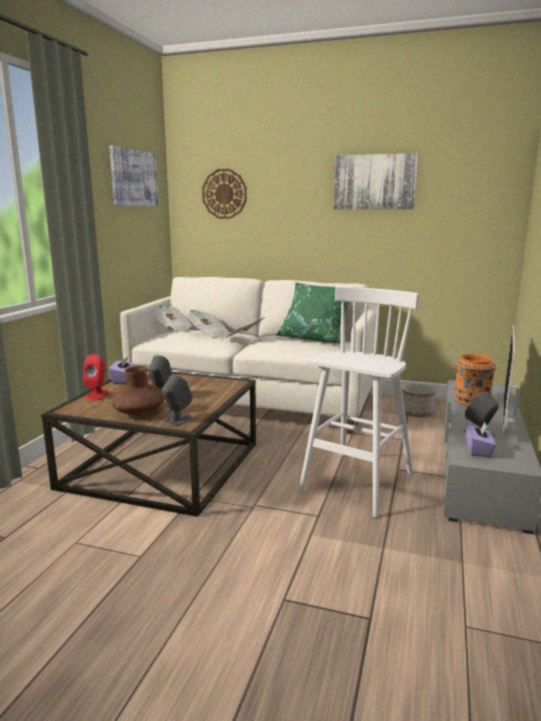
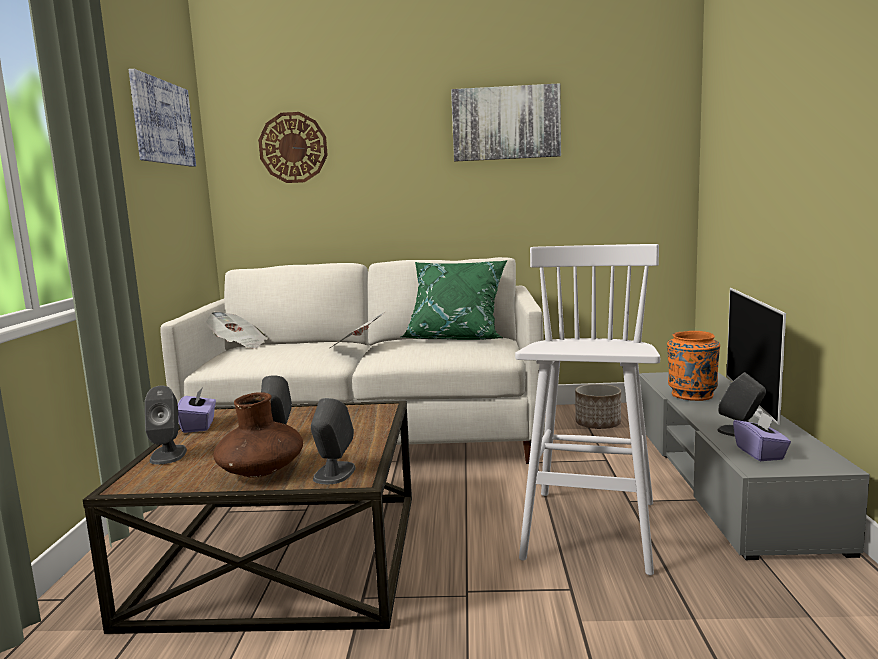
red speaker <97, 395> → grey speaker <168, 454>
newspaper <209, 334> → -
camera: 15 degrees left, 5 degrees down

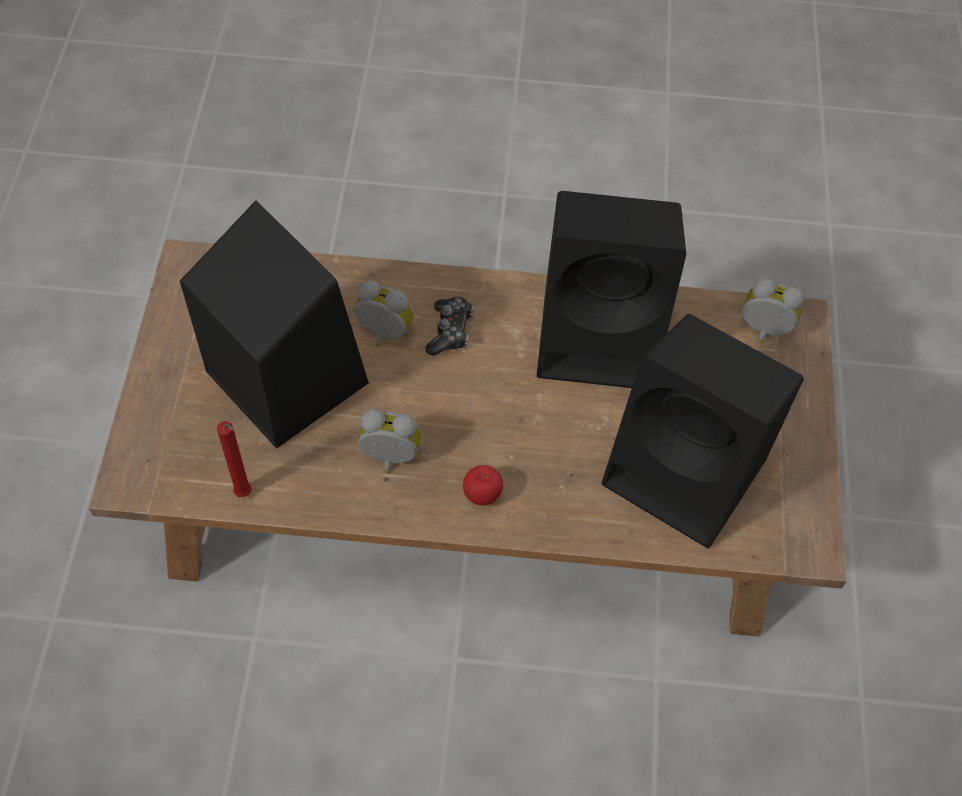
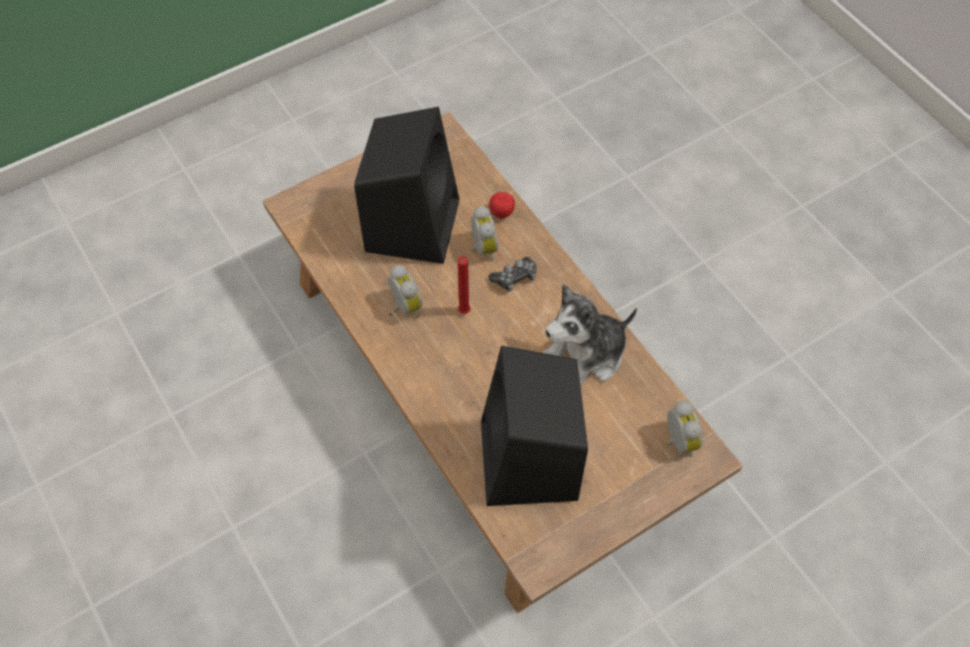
red candle <245, 495> → red candle <463, 313>, shifted
apple <482, 495> → apple <502, 213>, shifted
black speaker <602, 336> → plush toy <586, 356>
camera: 55 degrees right, 0 degrees up

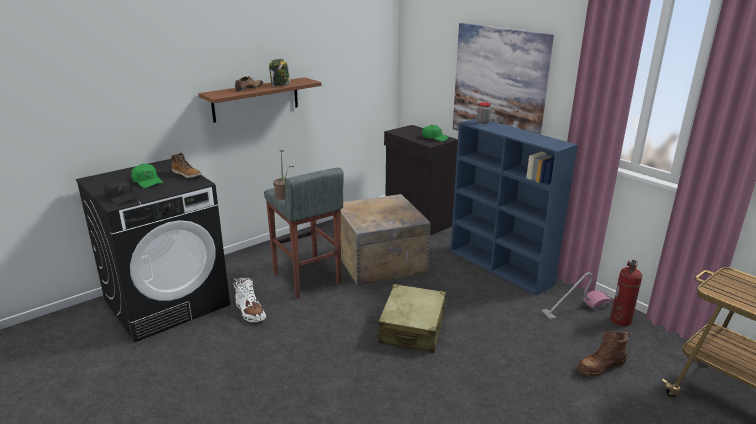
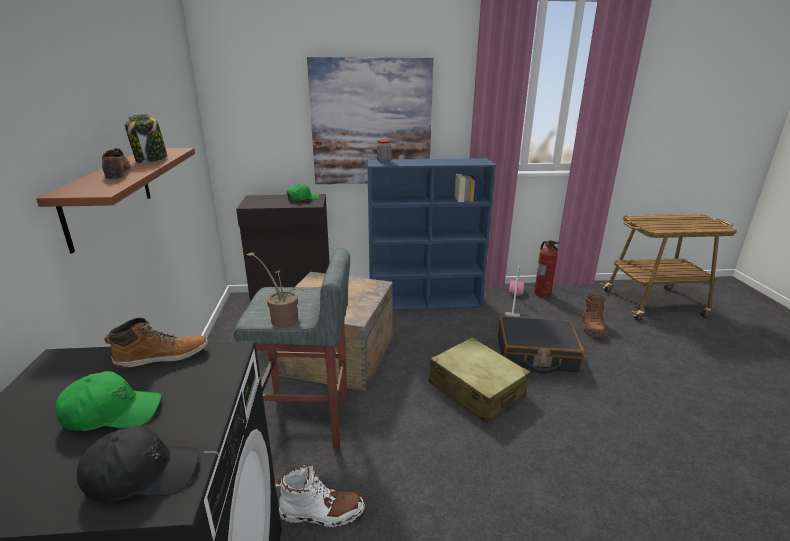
- → black suitcase <536, 355>
camera: 55 degrees left, 0 degrees up

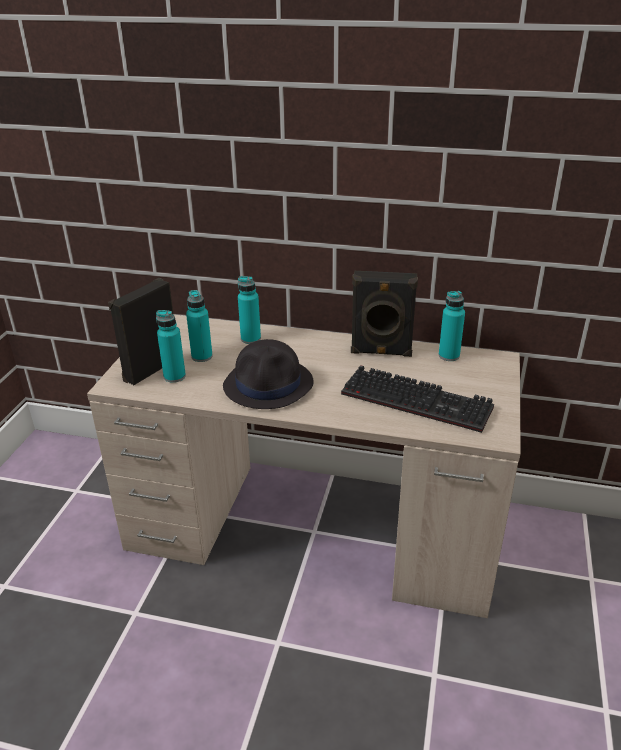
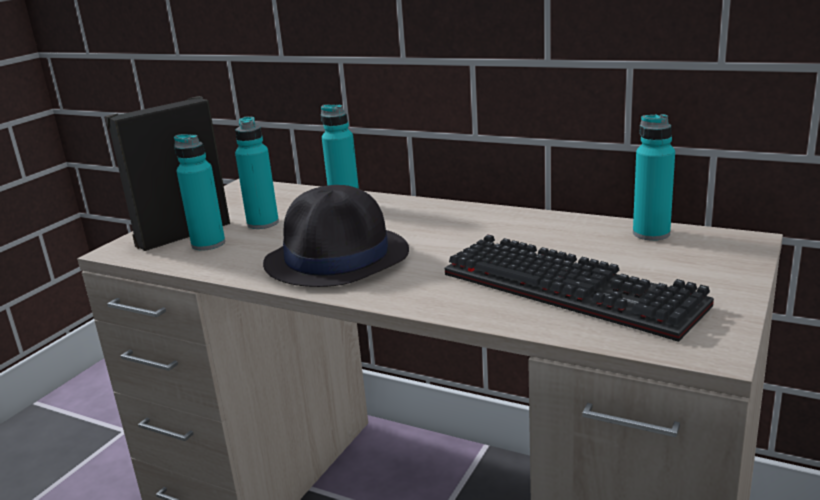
black speaker <381, 352> → -
camera: 15 degrees right, 10 degrees down

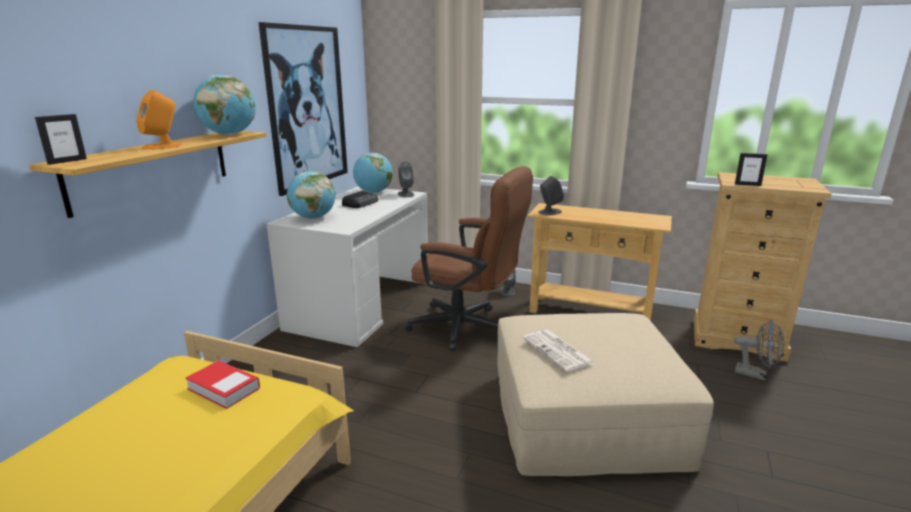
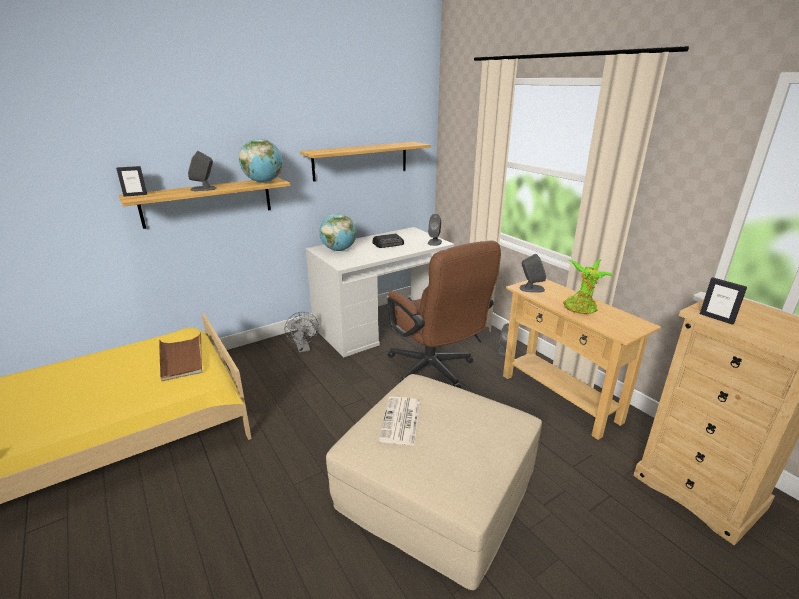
orange speaker <162, 146> → grey speaker <204, 189>
book <224, 388> → brown tray <182, 359>
picture <307, 108> → shelf <361, 161>
globe <374, 192> → -
grey fan <756, 374> → grey fan <303, 348>, shifted
- → potted plant <581, 309>
camera: 35 degrees right, 5 degrees up

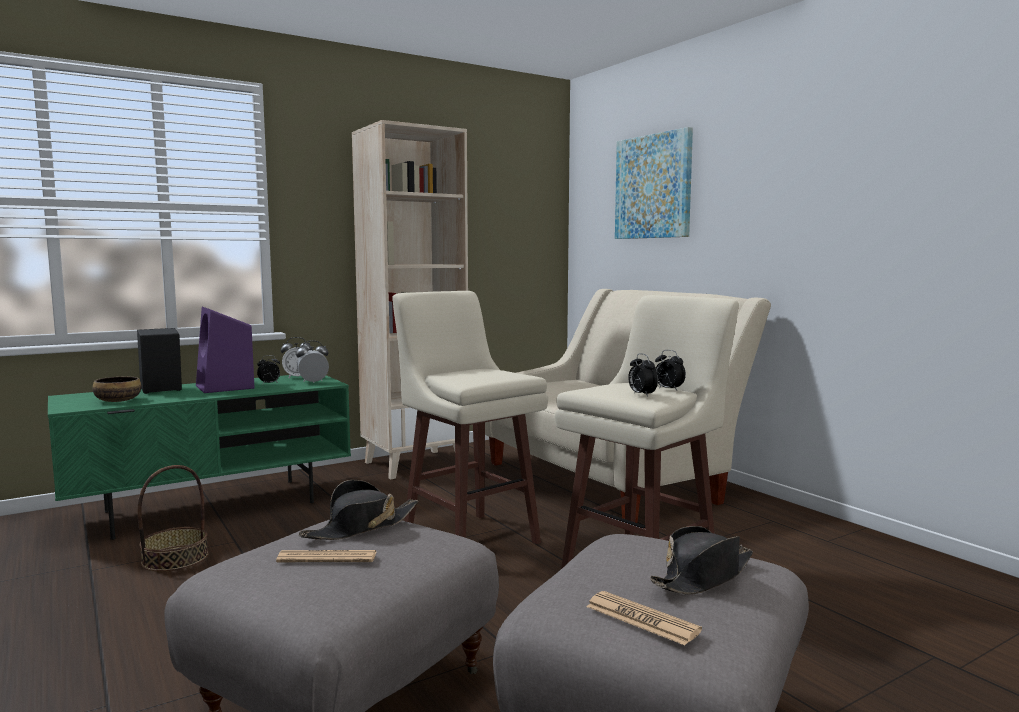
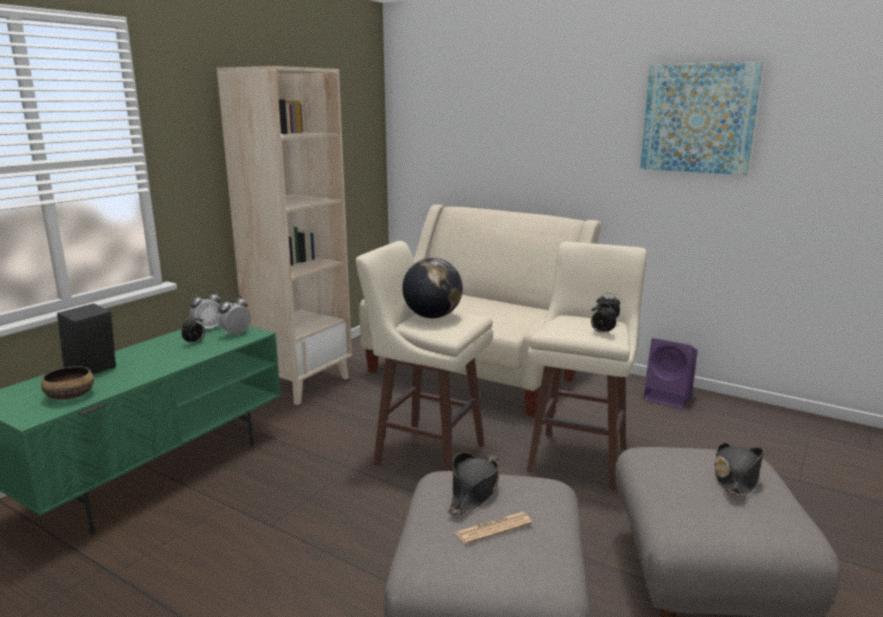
basket <175, 558> → -
purple speaker <225, 387> → purple speaker <669, 397>, shifted
newspaper <642, 619> → -
picture <653, 187> → picture <698, 118>, shifted
- → globe <432, 316>
camera: 25 degrees left, 10 degrees up

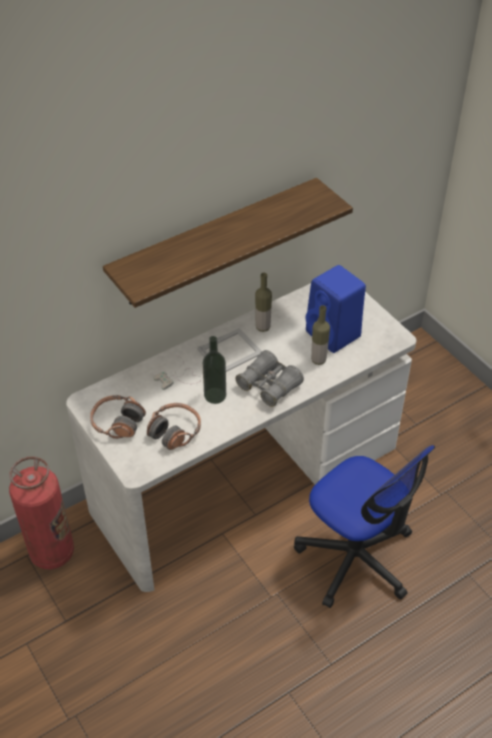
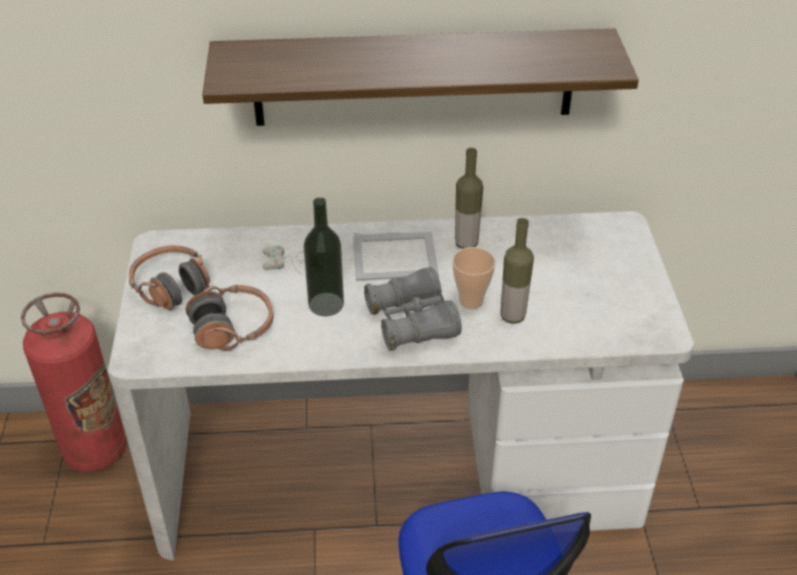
blue speaker <334, 335> → -
- → cup <471, 301>
camera: 30 degrees right, 5 degrees down

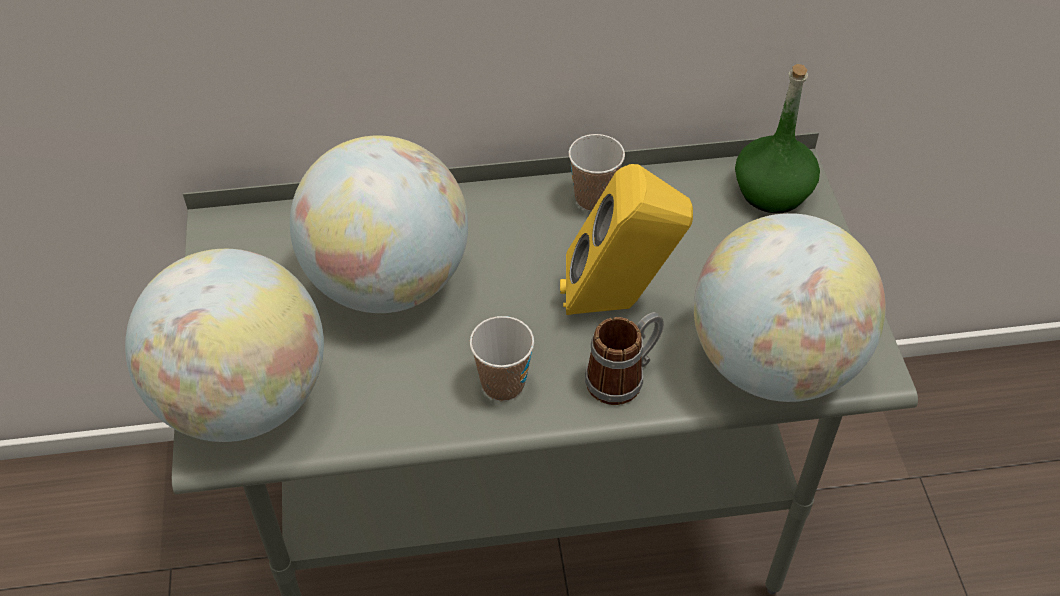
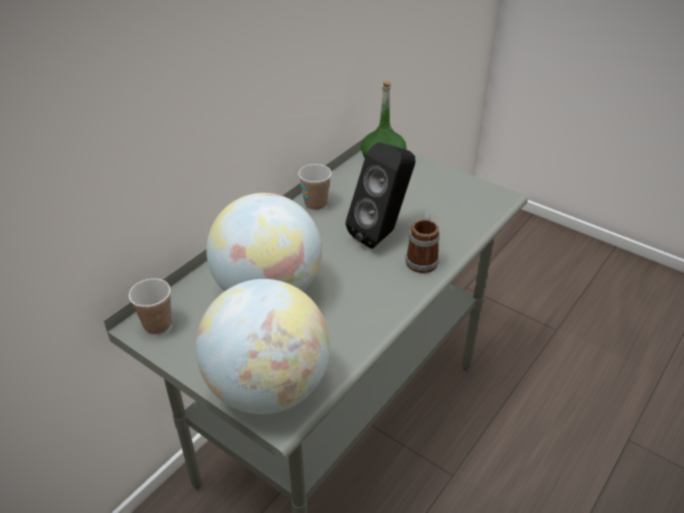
cup <503, 384> → cup <157, 325>, shifted
yellow speaker <619, 303> → black speaker <382, 234>
globe <773, 363> → -
camera: 45 degrees left, 10 degrees down

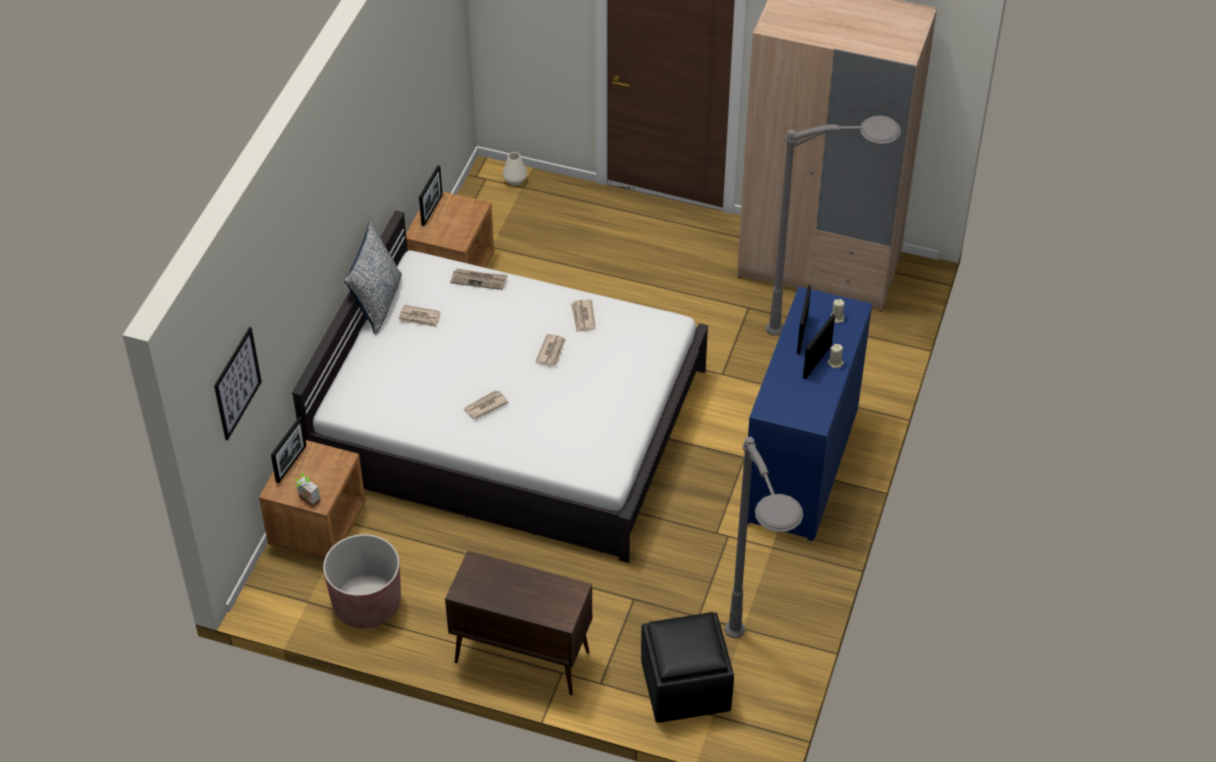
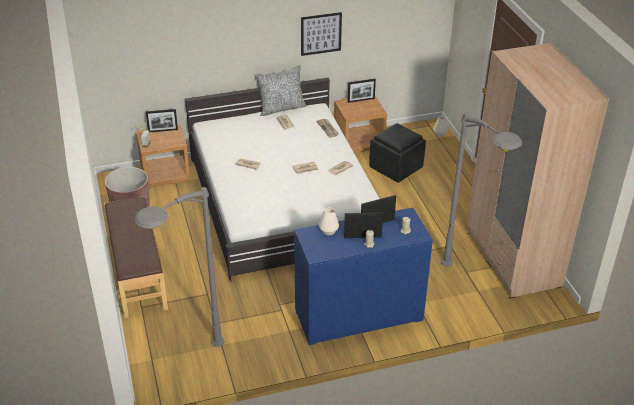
picture <237, 383> → picture <321, 33>, shifted
brown cabinet <520, 657> → brown bench <137, 271>
black ottoman <684, 686> → black ottoman <396, 167>, shifted
- → white vase <328, 231>
camera: 55 degrees right, 10 degrees down

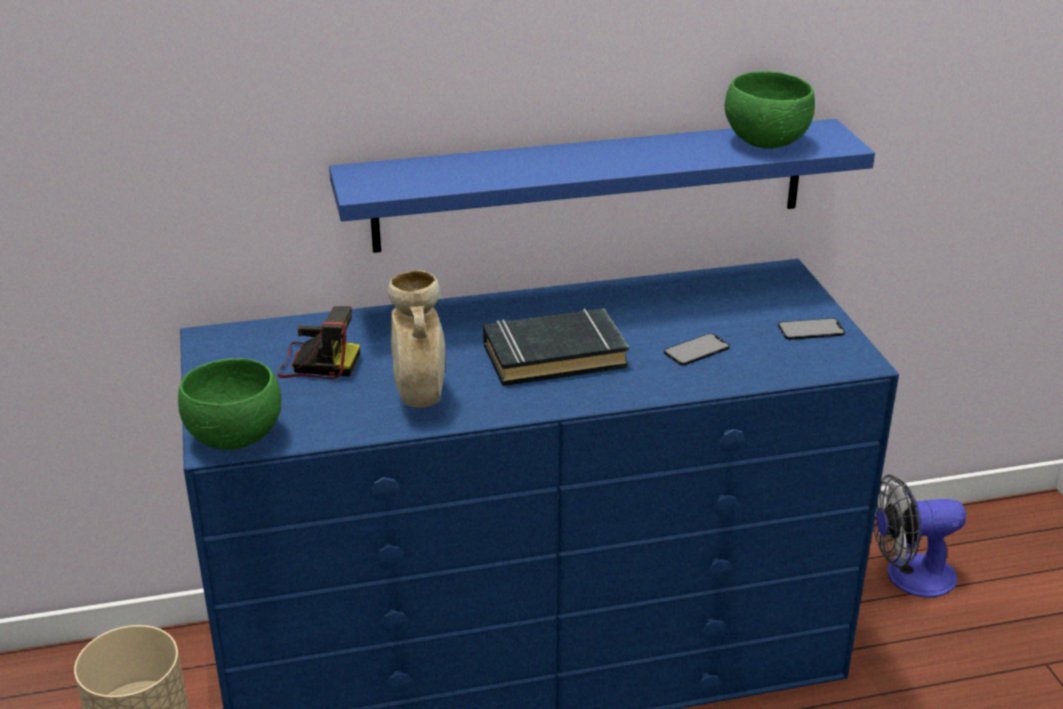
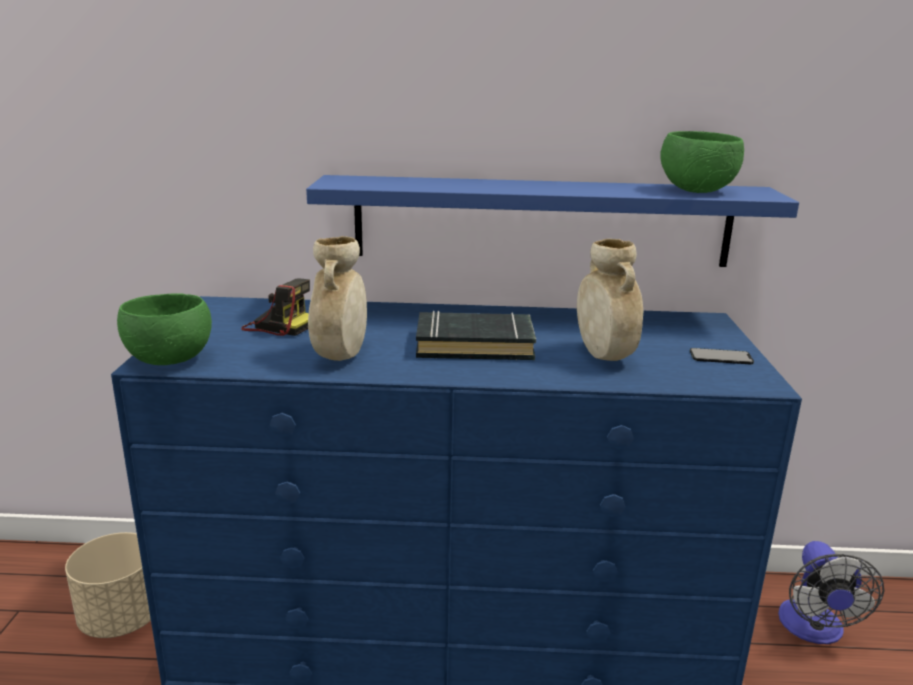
phone <696, 350> → beige vase <605, 357>
fan <908, 577> → fan <814, 630>, 90 degrees counterclockwise
camera: 15 degrees right, 10 degrees down

